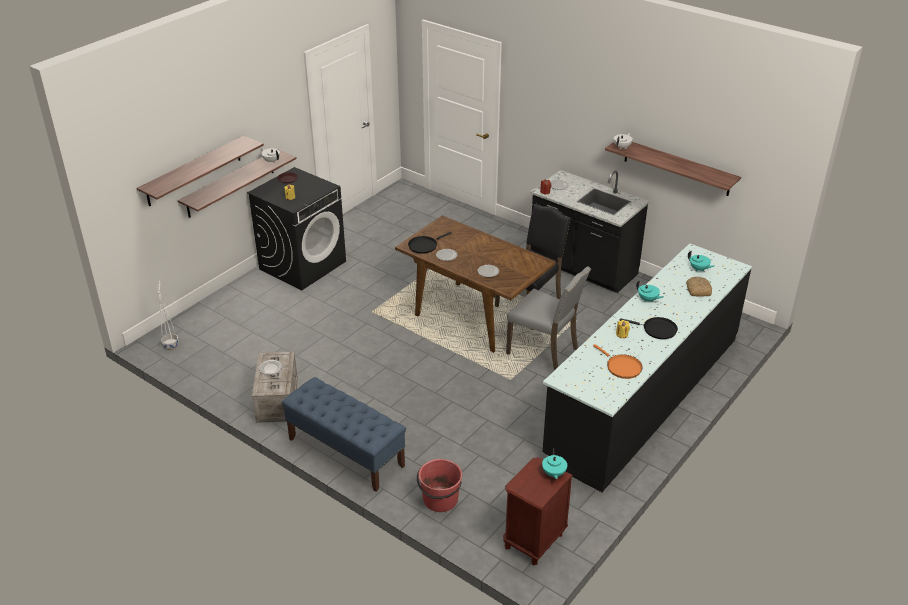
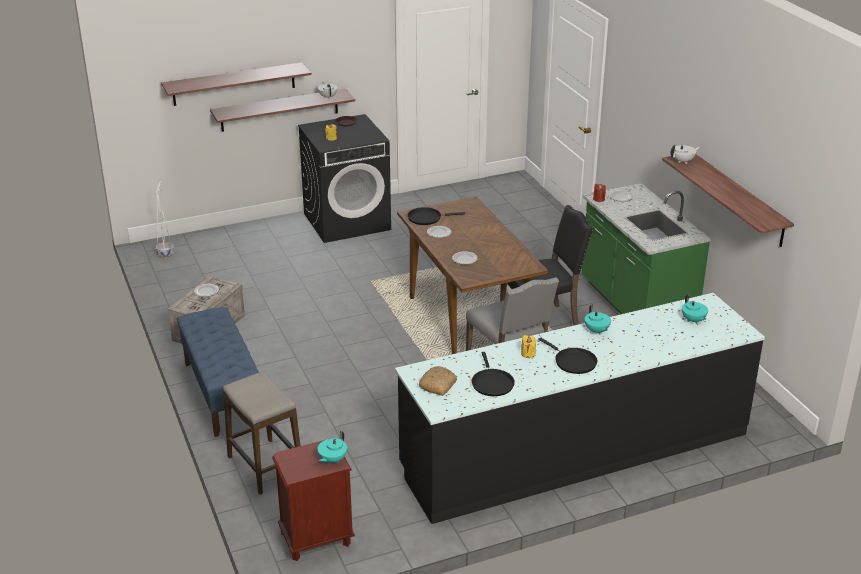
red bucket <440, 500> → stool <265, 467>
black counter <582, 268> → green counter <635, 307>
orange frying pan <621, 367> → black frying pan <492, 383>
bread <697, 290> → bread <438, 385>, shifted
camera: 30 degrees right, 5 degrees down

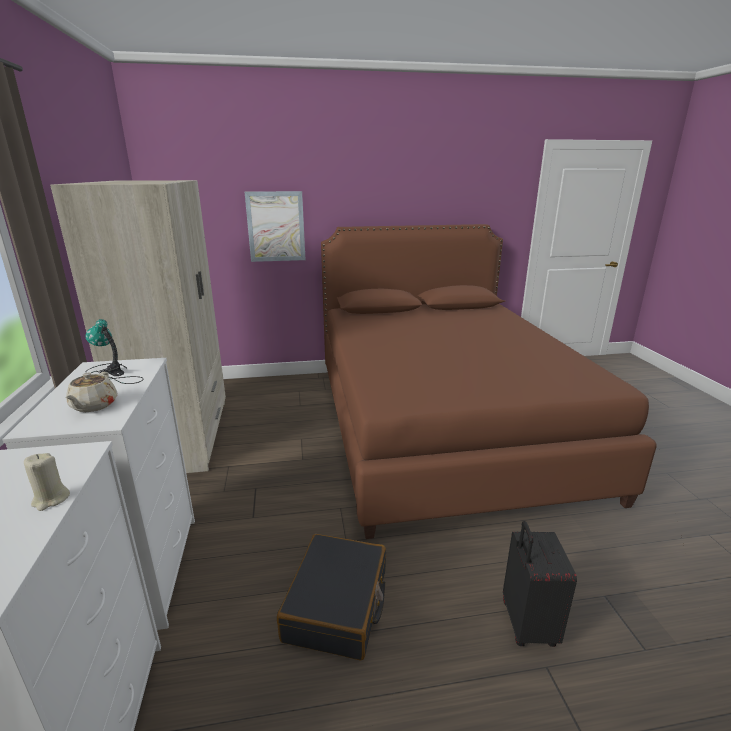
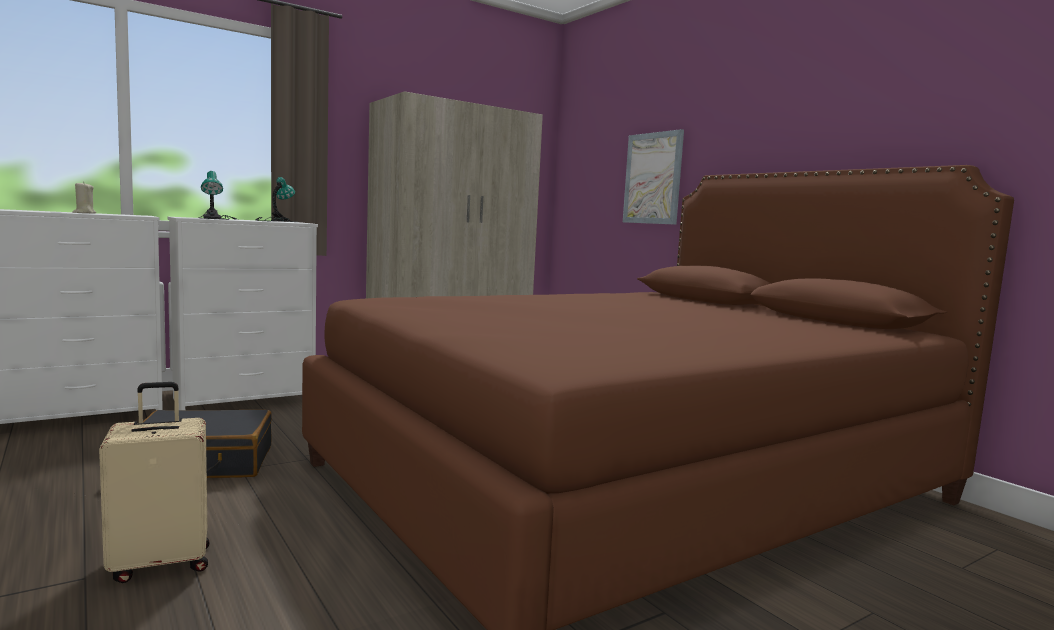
beige teapot <93, 406> → table lamp <215, 218>
black suitcase <526, 624> → beige suitcase <161, 563>
camera: 65 degrees right, 15 degrees down

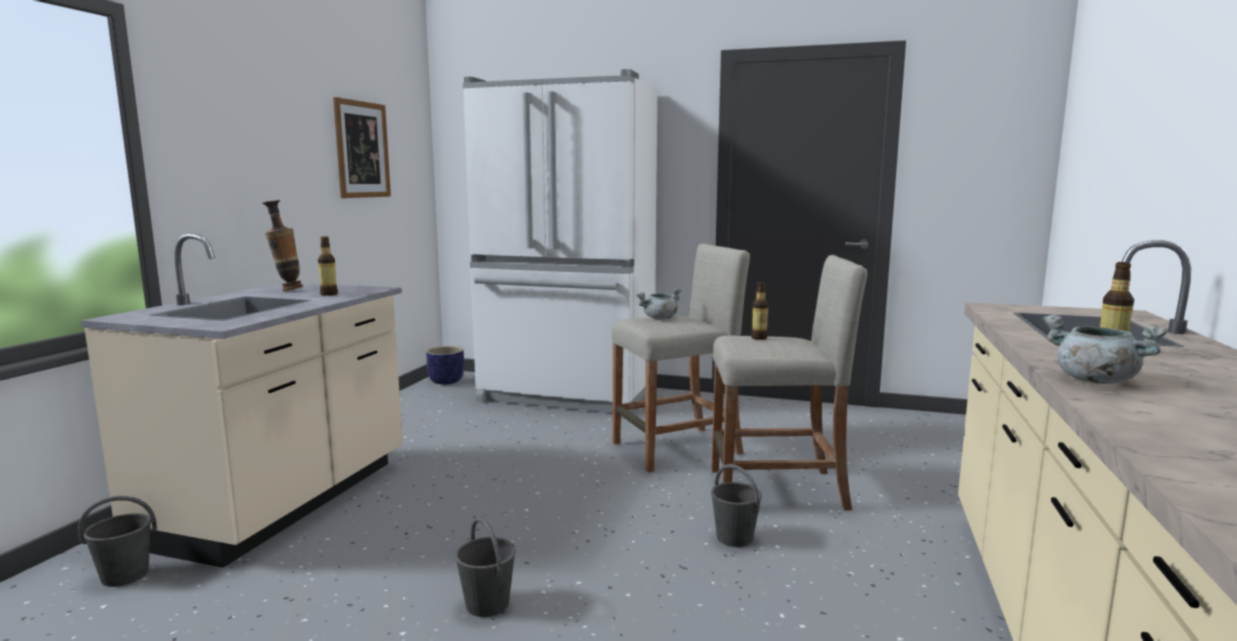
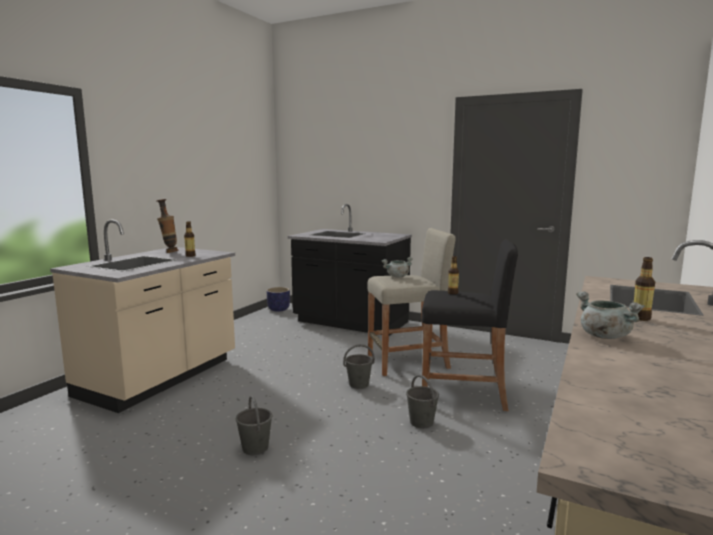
grey bucket <126, 575> → grey bucket <359, 384>, shifted
picture <362, 150> → -
white fridge <567, 395> → black counter <350, 323>
beige stool <777, 489> → black stool <463, 393>
camera: 10 degrees right, 0 degrees up

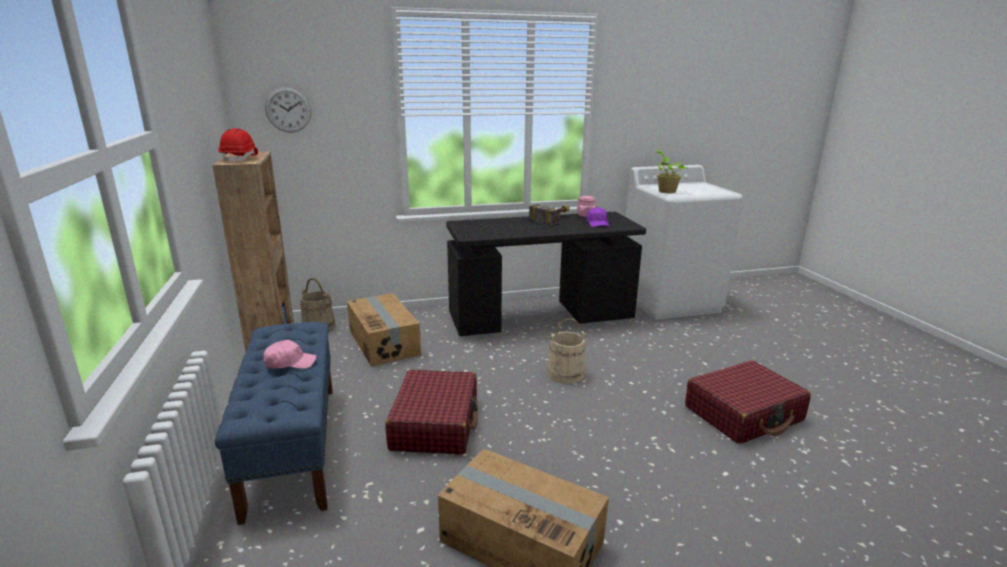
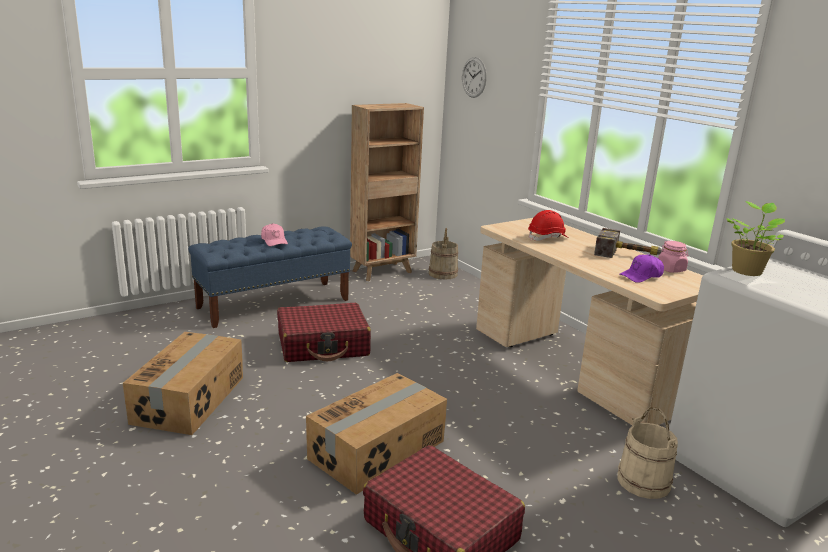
red hard hat <240, 159> → red hard hat <547, 238>, shifted
cardboard box <384, 342> → cardboard box <378, 450>, shifted
black desk <541, 317> → beige desk <575, 368>
beige bucket <565, 374> → beige bucket <644, 481>, shifted
camera: 70 degrees right, 0 degrees up

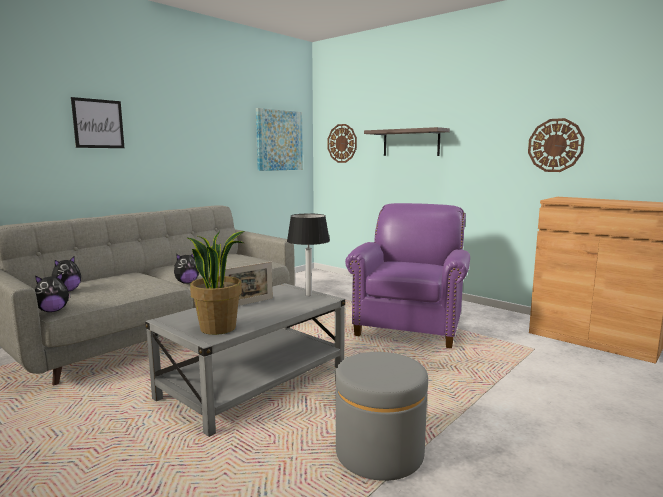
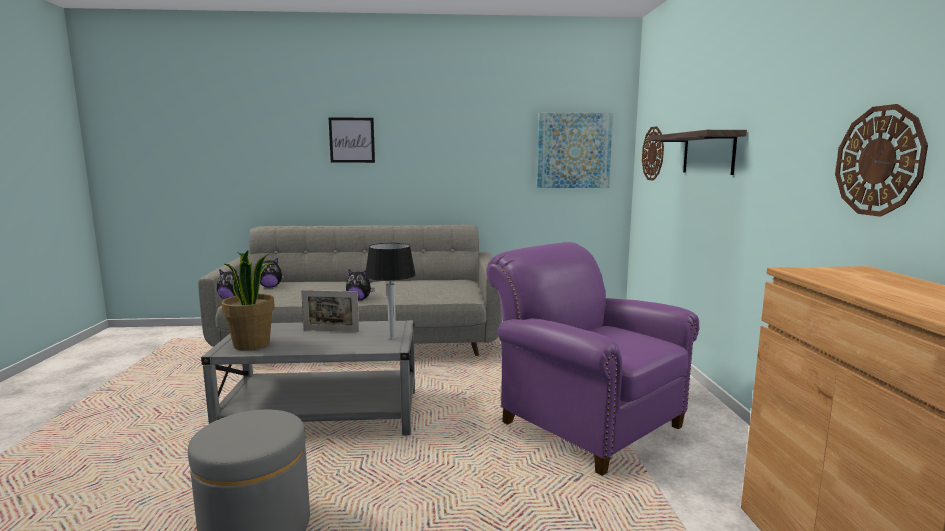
purple armchair <410, 325> → purple armchair <584, 422>, 105 degrees counterclockwise
camera: 45 degrees right, 0 degrees up

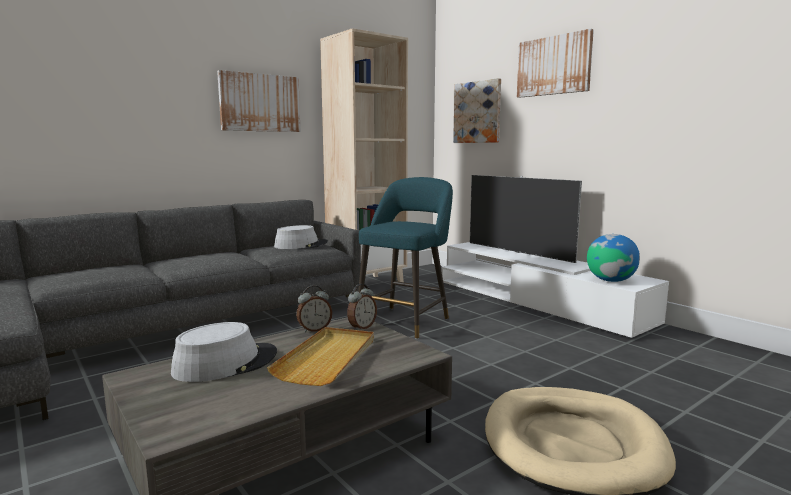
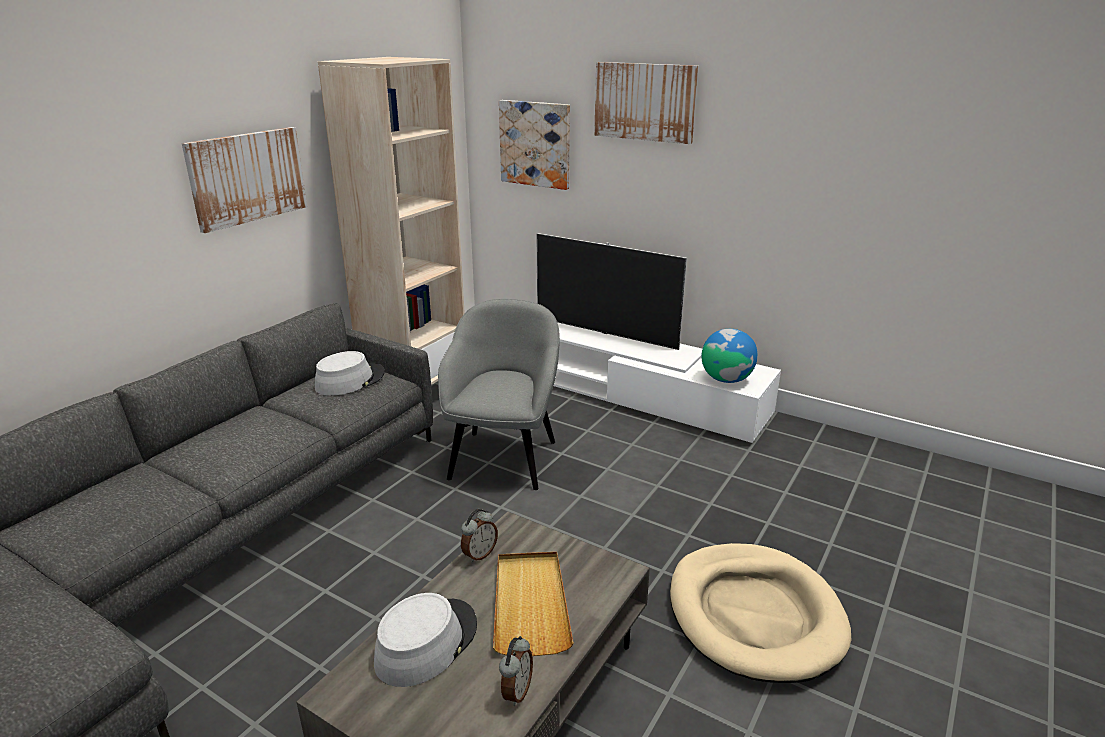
alarm clock <361, 327> → alarm clock <516, 691>, shifted
turquoise stool <406, 321> → grey armchair <504, 457>
camera: 20 degrees left, 15 degrees up

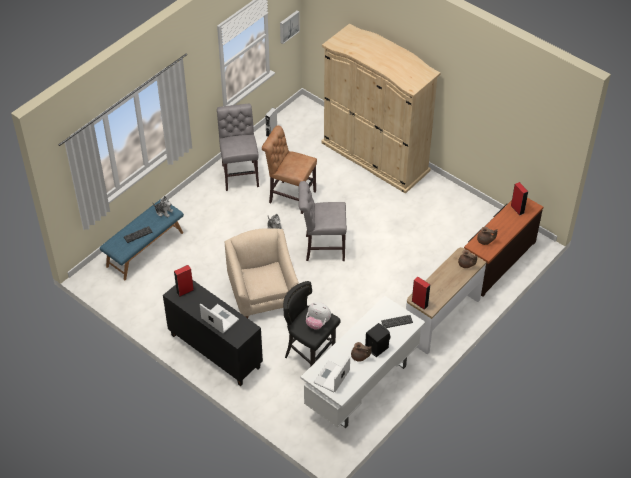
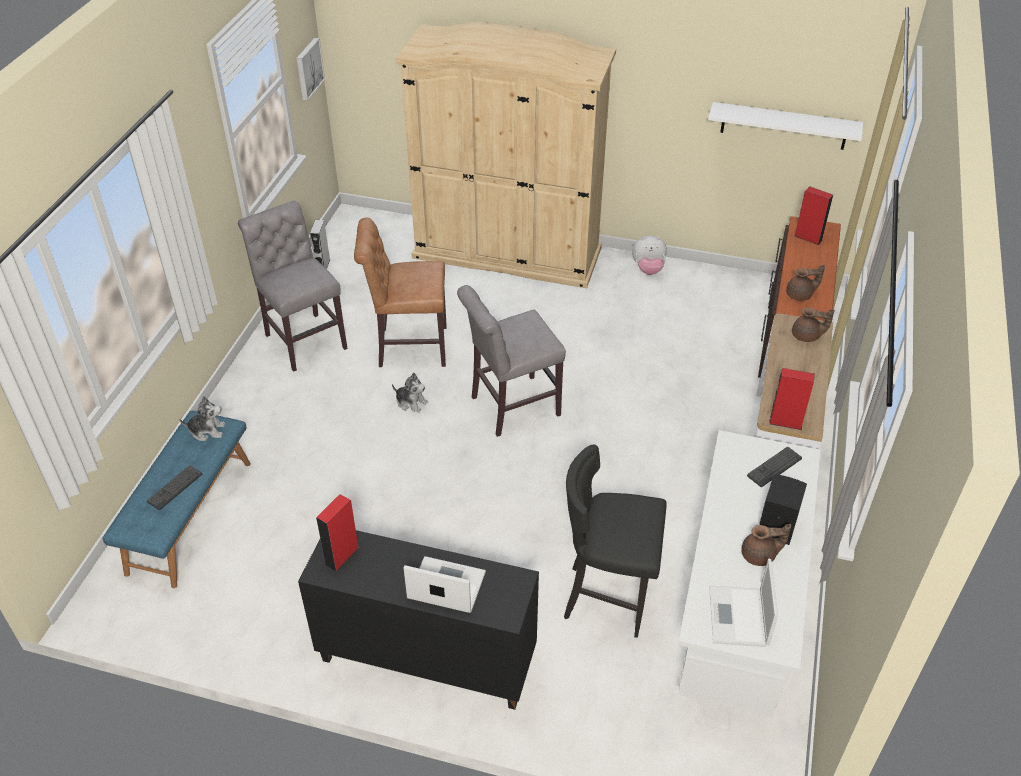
beige armchair <263, 293> → -
plush toy <317, 323> → plush toy <648, 269>, shifted
- → white shelf <784, 126>
camera: 25 degrees left, 5 degrees down

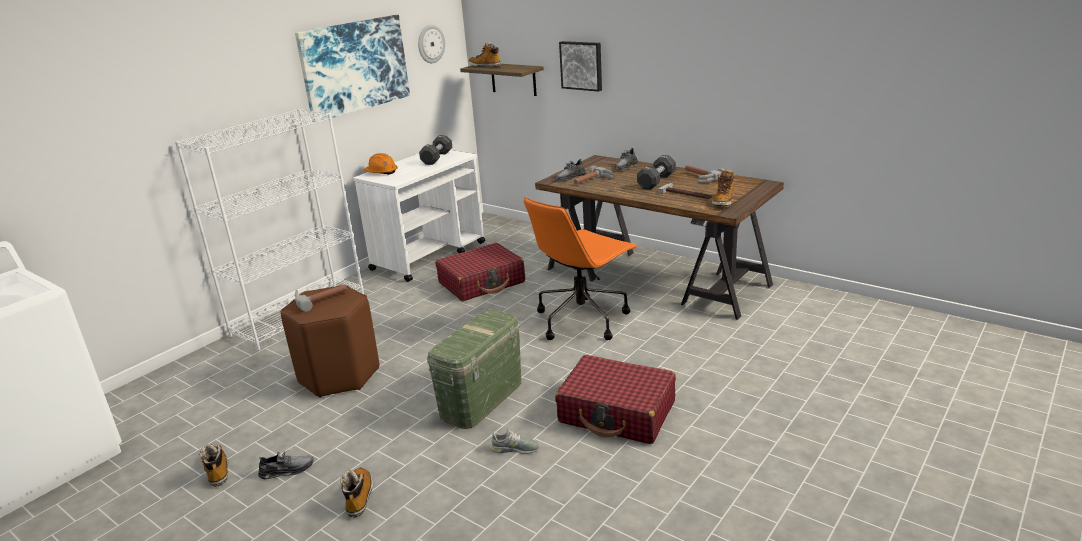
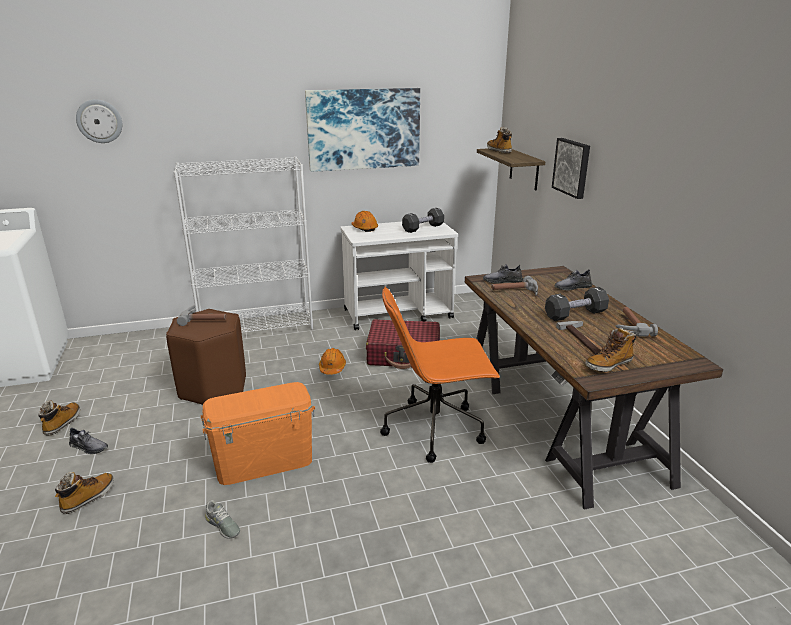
wall clock <430, 44> → wall clock <99, 121>, shifted
green storage box <481, 399> → orange storage box <264, 462>
red suitcase <617, 412> → -
- → orange hard hat <332, 368>
camera: 35 degrees right, 0 degrees up

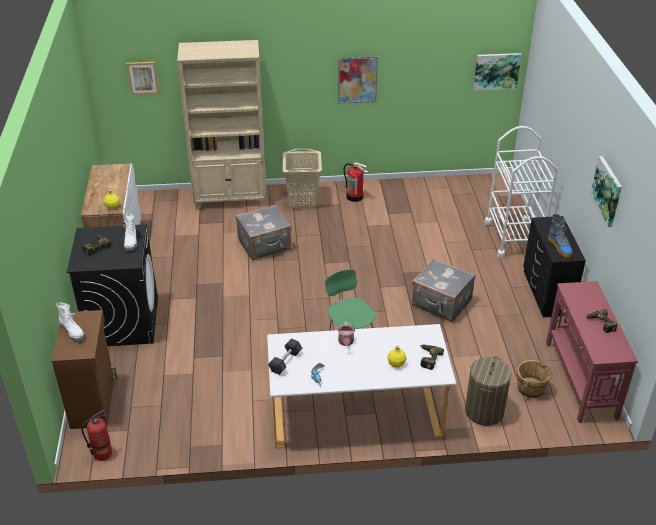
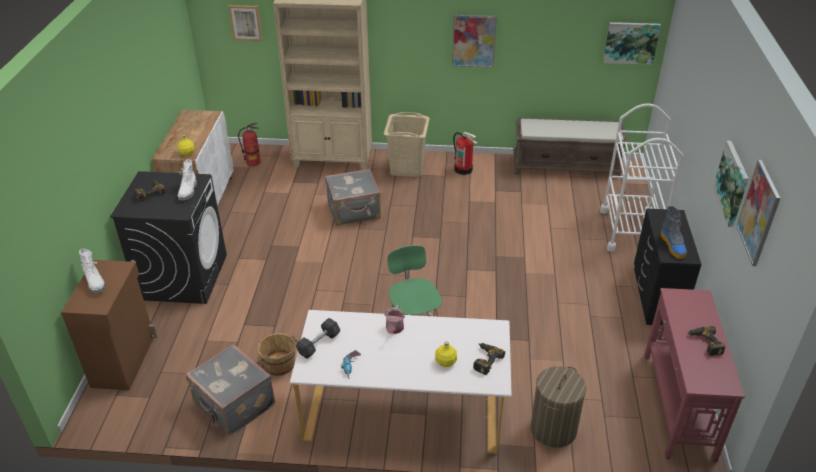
fire extinguisher <103, 453> → fire extinguisher <253, 162>, shifted
grey suitcase <441, 304> → grey suitcase <233, 405>, shifted
brown bucket <531, 388> → brown bucket <279, 365>, shifted
- → brown bench <566, 166>
- → picture <759, 213>
camera: 10 degrees right, 0 degrees up

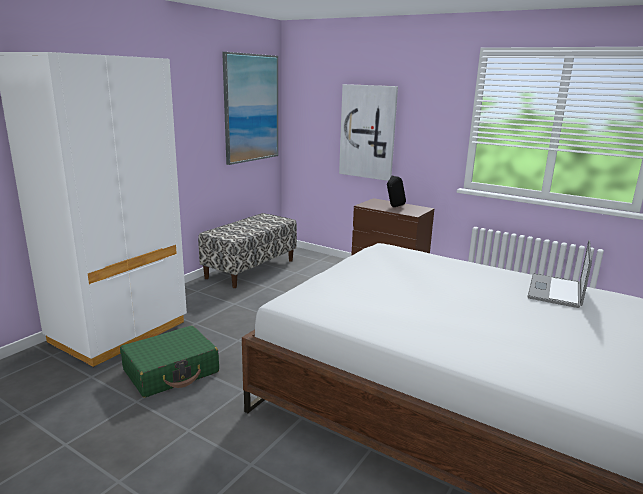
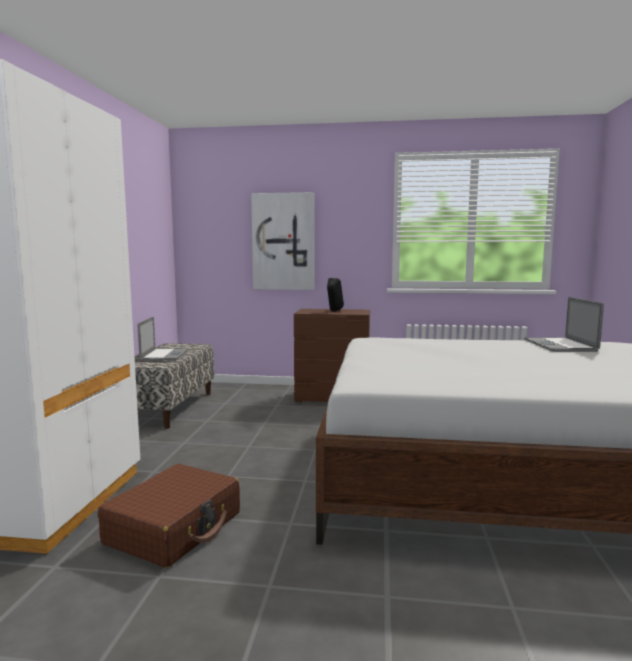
green suitcase <171, 371> → brown suitcase <175, 528>
picture <251, 108> → -
- → laptop <164, 355>
camera: 25 degrees left, 10 degrees down

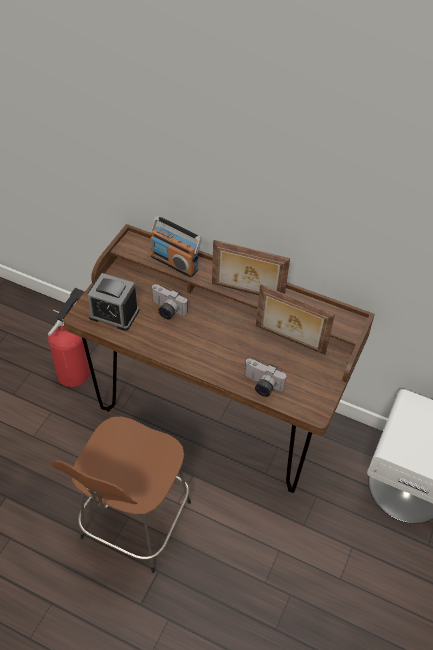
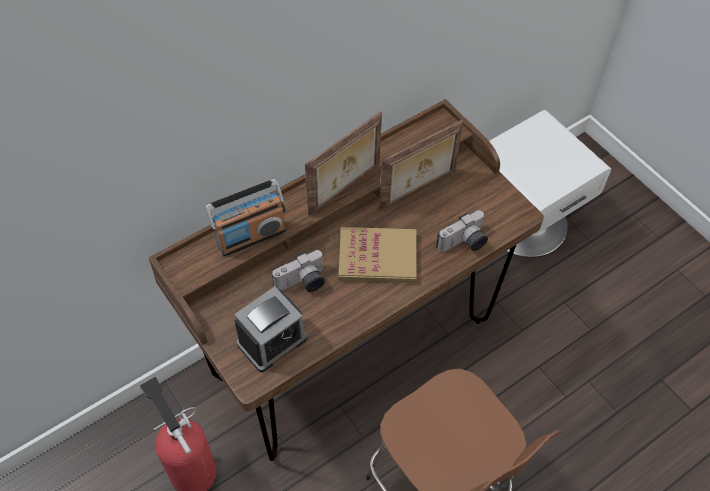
- → book <377, 257>
camera: 60 degrees left, 5 degrees up

